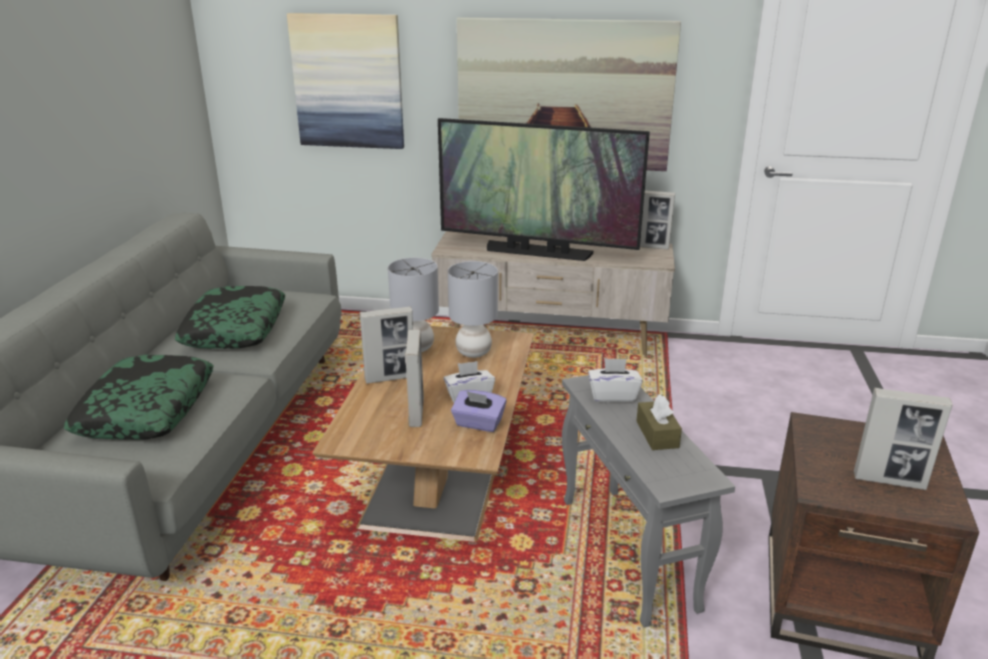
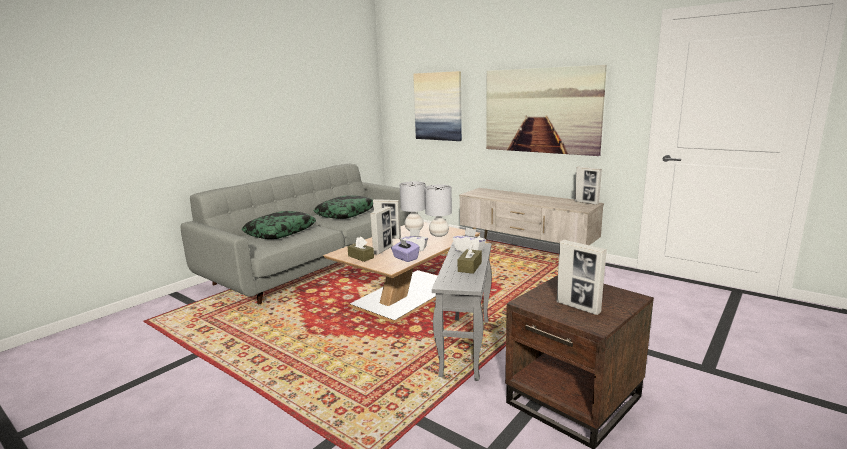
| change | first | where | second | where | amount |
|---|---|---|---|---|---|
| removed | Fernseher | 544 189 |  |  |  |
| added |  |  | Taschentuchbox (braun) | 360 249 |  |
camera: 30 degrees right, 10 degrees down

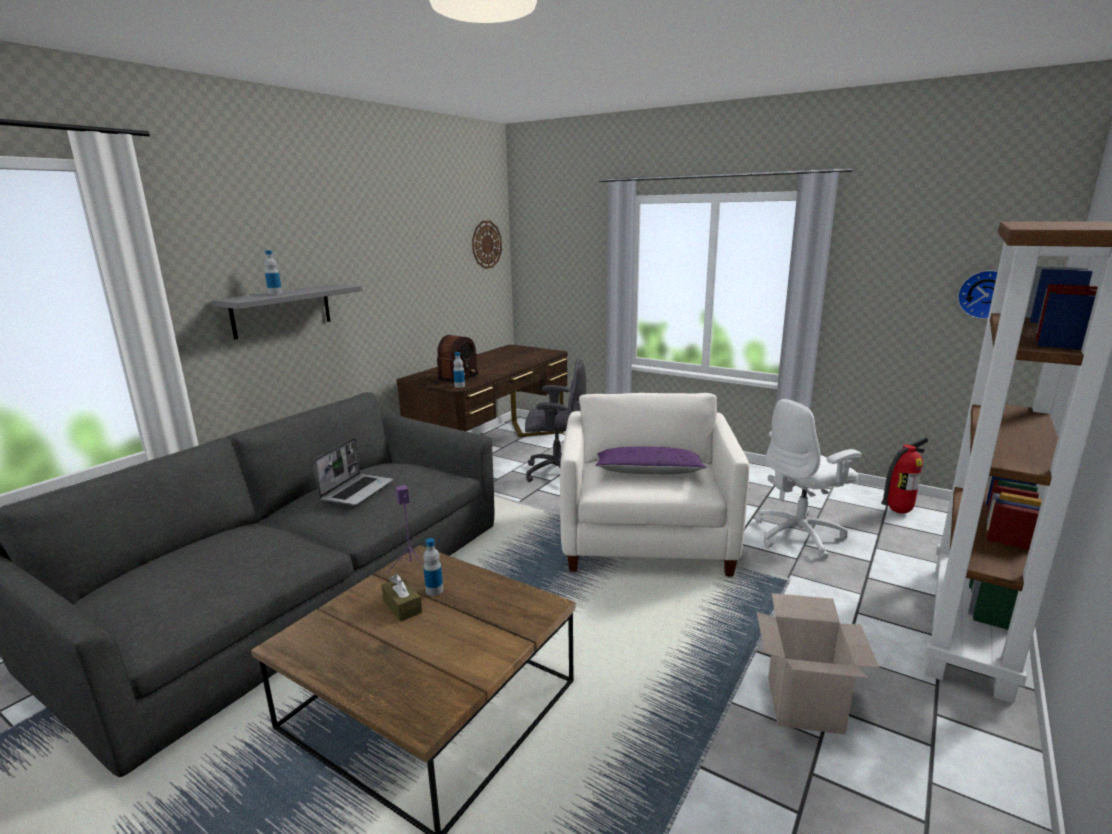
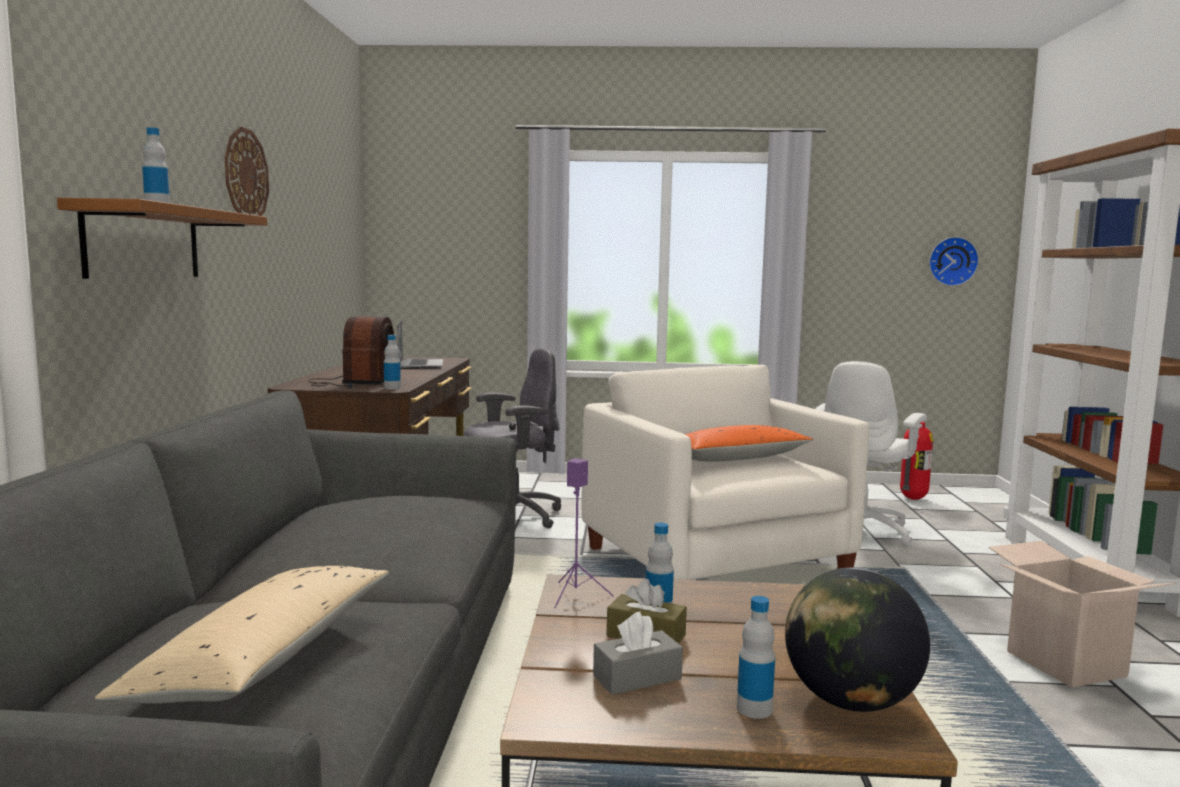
| change | first | where | second | where | amount |
|---|---|---|---|---|---|
| moved | Wanduhr | 487 245 |  | 247 171 |  |
| recoloured | Wandregal (grau) | 286 311 | Wandregal (braun) | 162 238 |  |
| moved | Laptop | 353 472 |  | 420 344 |  |
| recoloured | Kissen (lila) | 651 460 | Kissen (orange) | 749 443 |  |
| added |  |  | Kissen (beige) | 242 635 |  |
| added |  |  | Globus | 857 640 |  |
| added |  |  | Flasche | 756 657 |  |
| added |  |  | Taschentuchbox (grau) | 638 653 |  |
camera: 30 degrees left, 10 degrees down

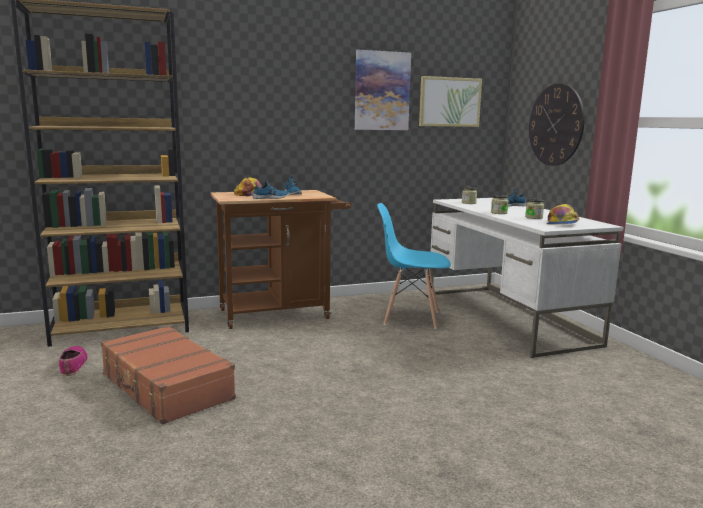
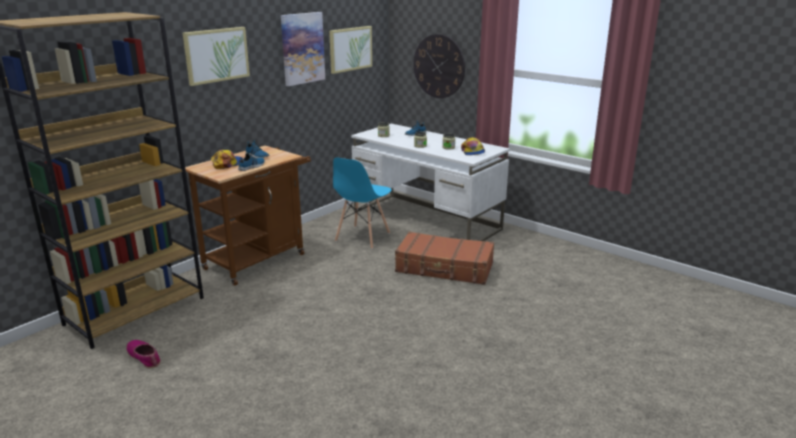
| change | first | where | second | where | amount |
|---|---|---|---|---|---|
| turned | Stuhl (blau) | 414 266 |  | 362 203 | 45 degrees counterclockwise |
| moved | Koffer (braun) | 168 375 |  | 444 258 |  |
| added |  |  | Bild | 216 56 |  |
camera: 30 degrees left, 10 degrees up

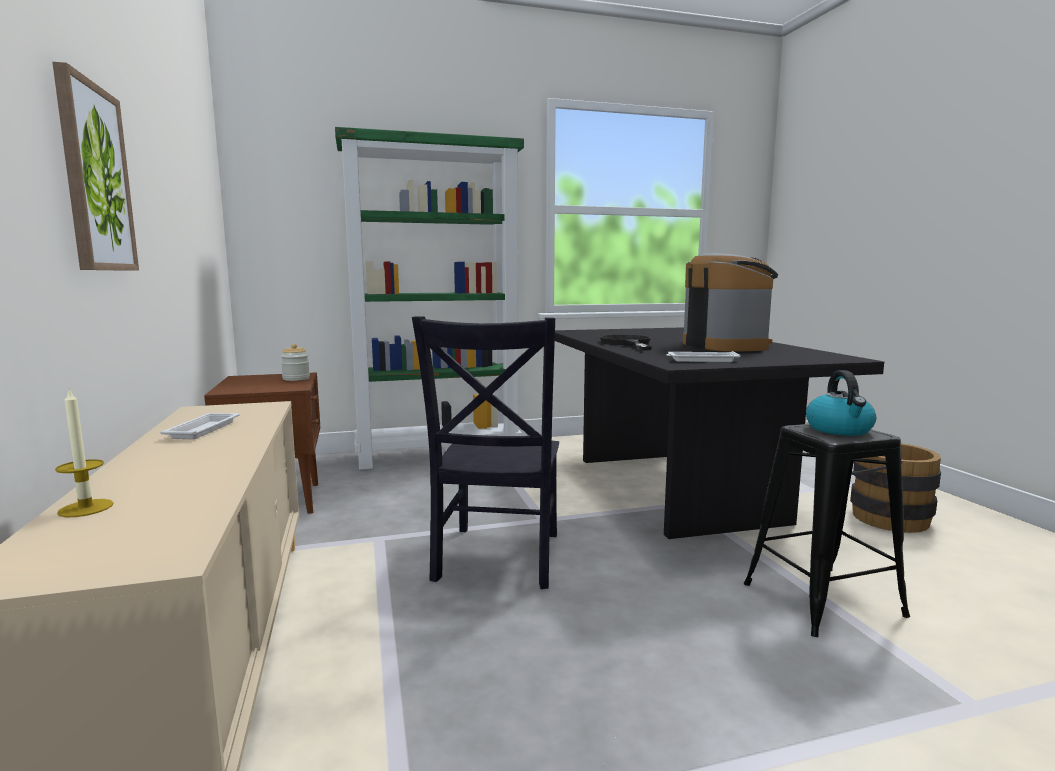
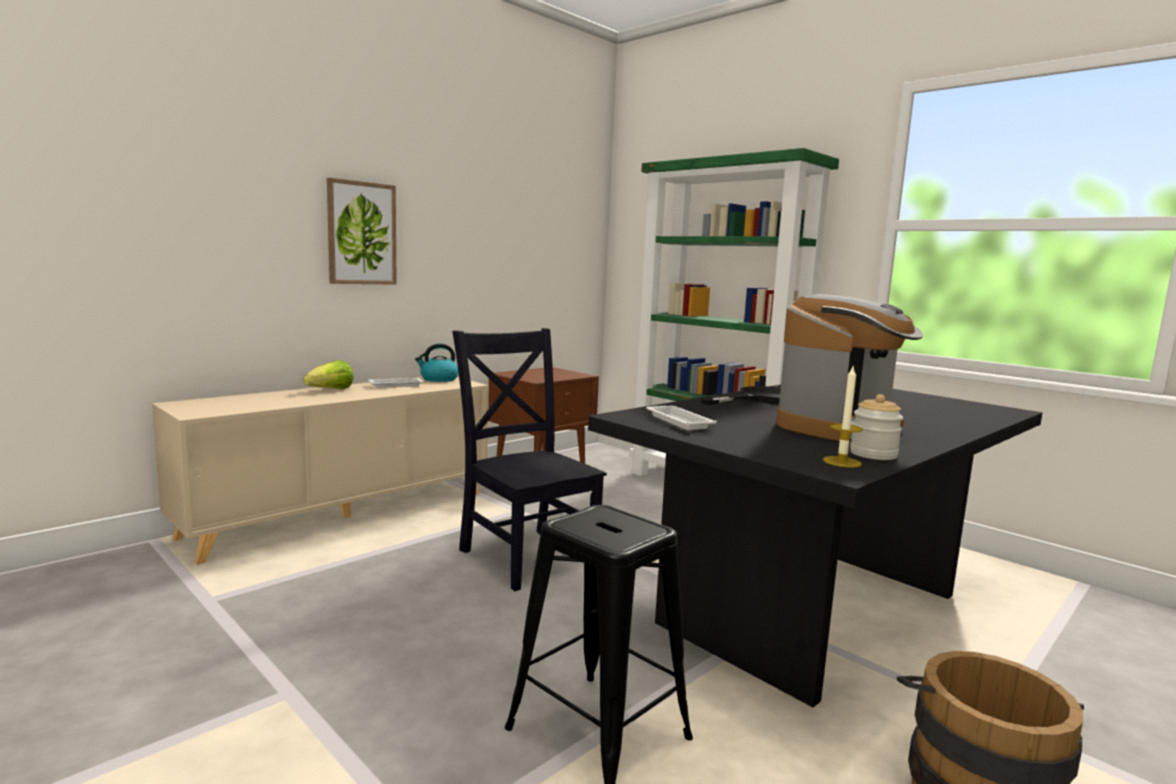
| change | first | where | second | where | amount |
|---|---|---|---|---|---|
| turned | Stuhl (schwarz) | 485 452 |  | 529 459 | 75 degrees clockwise |
| moved | Vorratsglas | 295 362 |  | 876 427 |  |
| moved | Wasserkessel | 841 403 |  | 437 362 |  |
| moved | Kerze | 84 452 |  | 843 417 |  |
| added |  |  | Salatkopf | 329 374 |  |
camera: 60 degrees right, 0 degrees up

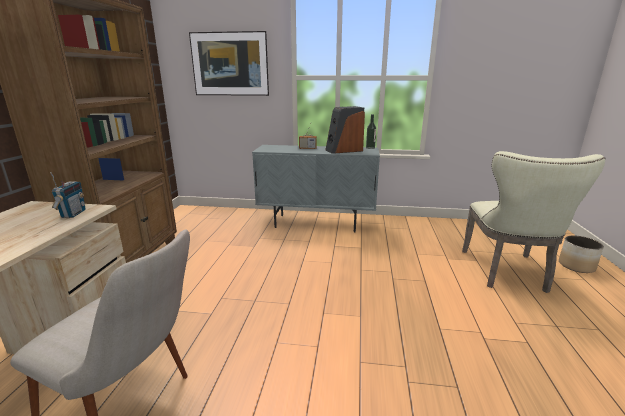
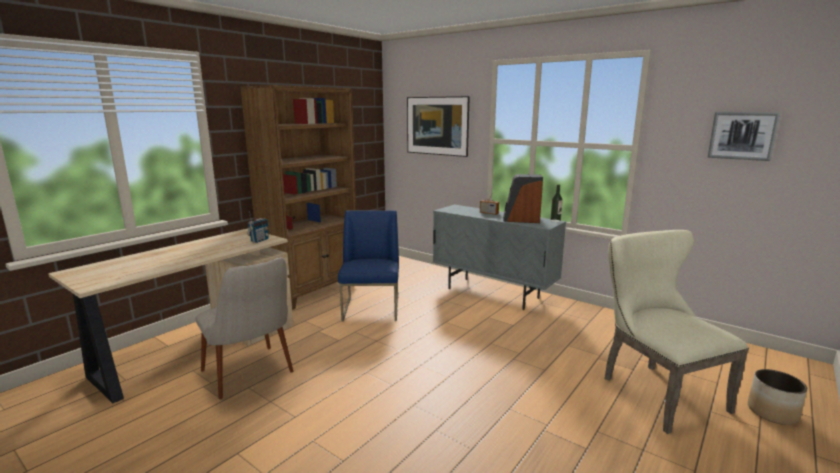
| change | first | where | second | where | amount |
|---|---|---|---|---|---|
| turned | Stuhl (beige) | 534 222 |  | 677 332 | 120 degrees clockwise |
| added |  |  | Bild | 744 136 |  |
| added |  |  | Stuhl (blau) | 368 265 |  |
camera: 30 degrees right, 5 degrees down

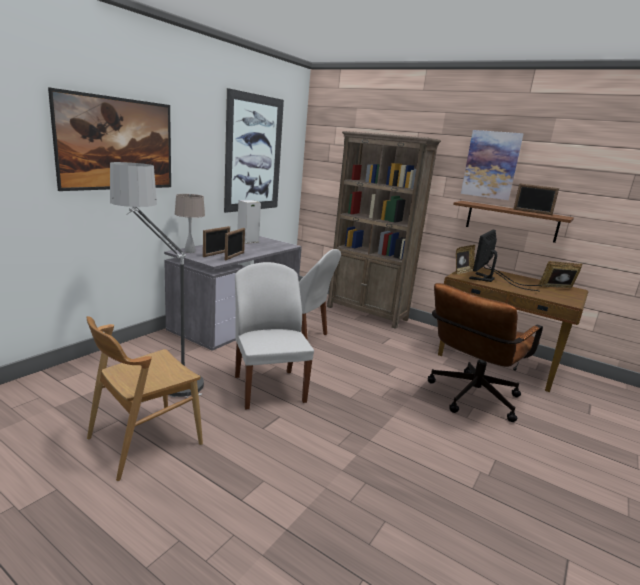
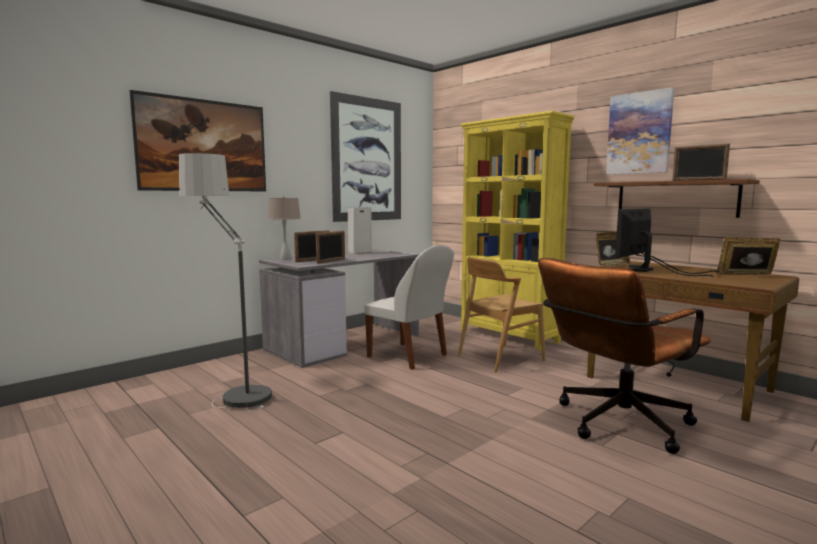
| change | first | where | second | where | amount |
|---|---|---|---|---|---|
| recoloured | Bücherregal (braun) | 384 230 | Bücherregal (gelb) | 517 230 |  |
| removed | Stuhl (weiß) | 274 336 |  |  |  |
| moved | Stuhl (braun) | 145 398 |  | 501 315 |  |
camera: 15 degrees right, 10 degrees down

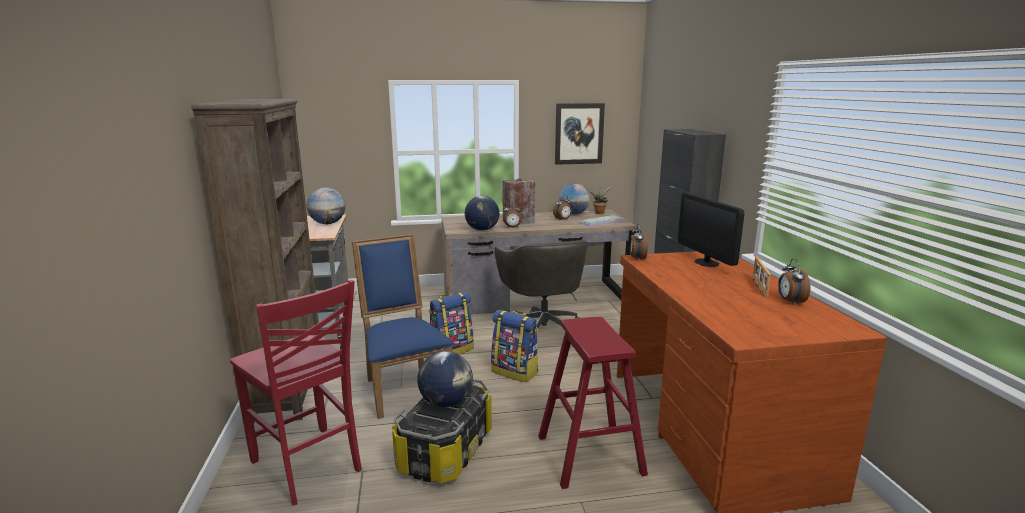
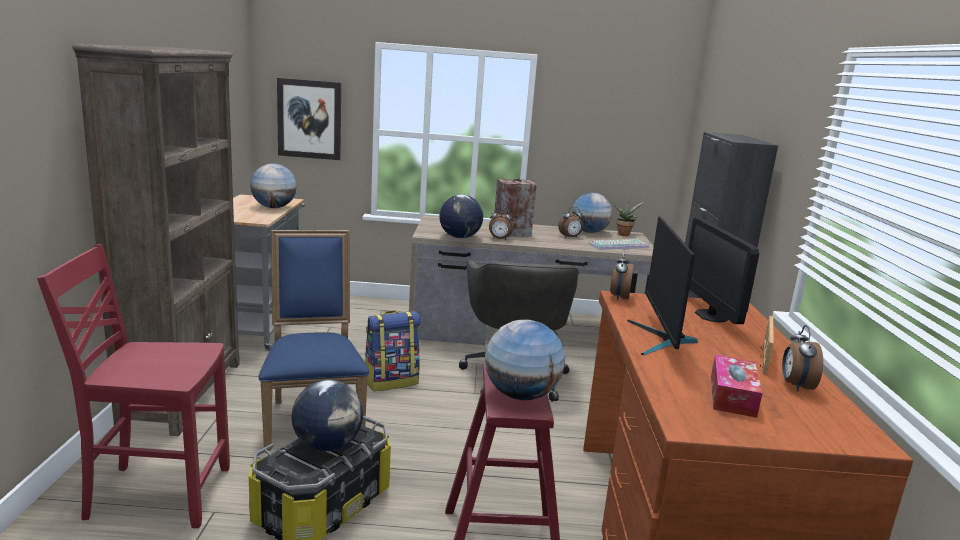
| change | first | where | second | where | amount |
|---|---|---|---|---|---|
| moved | Bild | 580 134 |  | 309 119 |  |
| turned | Stuhl (rot) | 296 392 |  | 133 386 | 120 degrees clockwise |
| removed | Rucksack | 514 346 |  |  |  |
| added |  |  | Monitor | 662 285 |  |
| added |  |  | Globus | 525 360 |  |
| added |  |  | Taschentuchbox | 736 386 |  |
camera: 10 degrees right, 0 degrees up

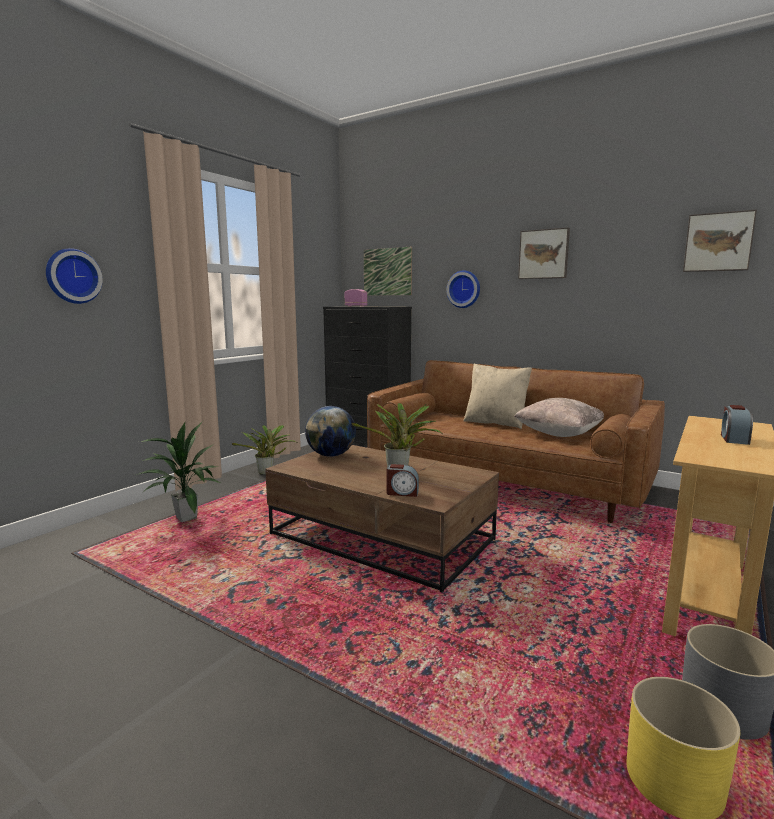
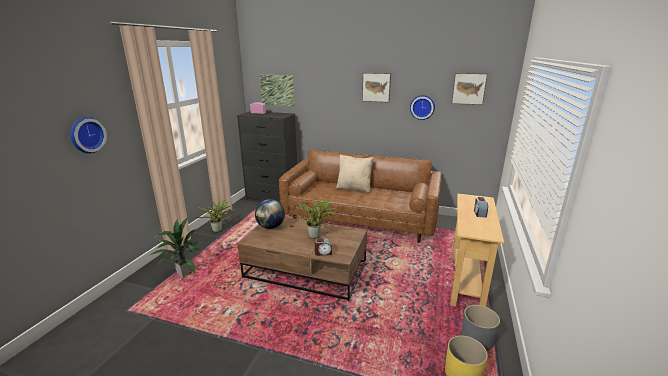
| change | first | where | second | where | amount |
|---|---|---|---|---|---|
| moved | Wanduhr | 463 289 |  | 422 107 |  |
| removed | Kissen (beige) | 559 417 |  |  |  |
camera: 15 degrees left, 10 degrees up

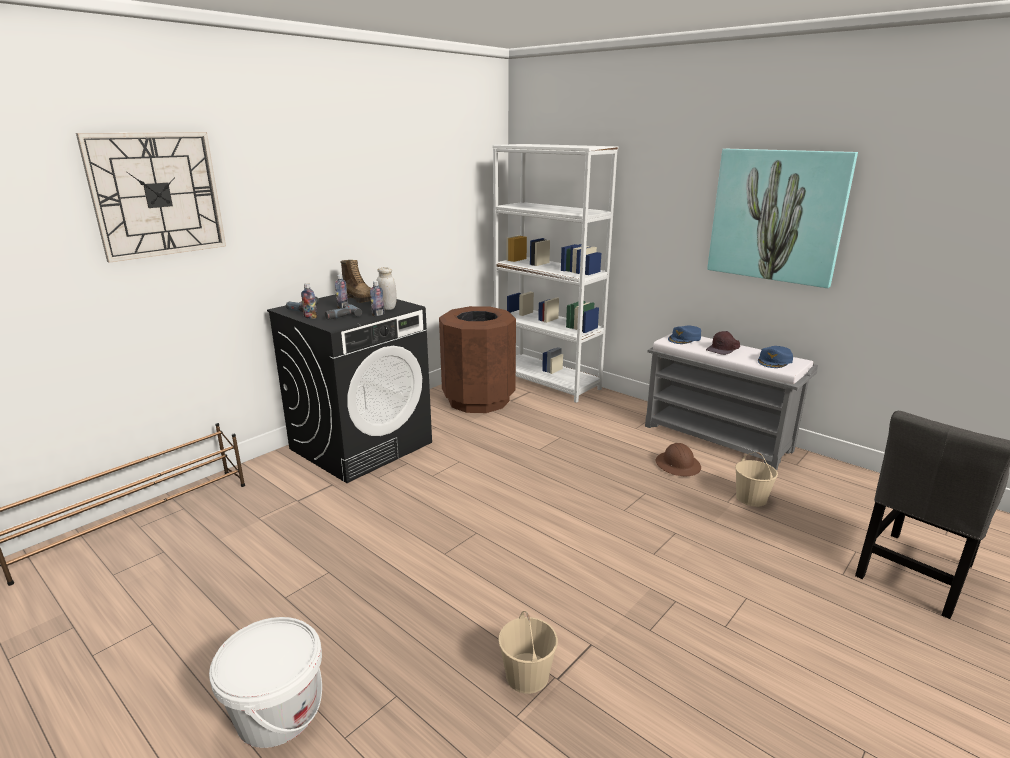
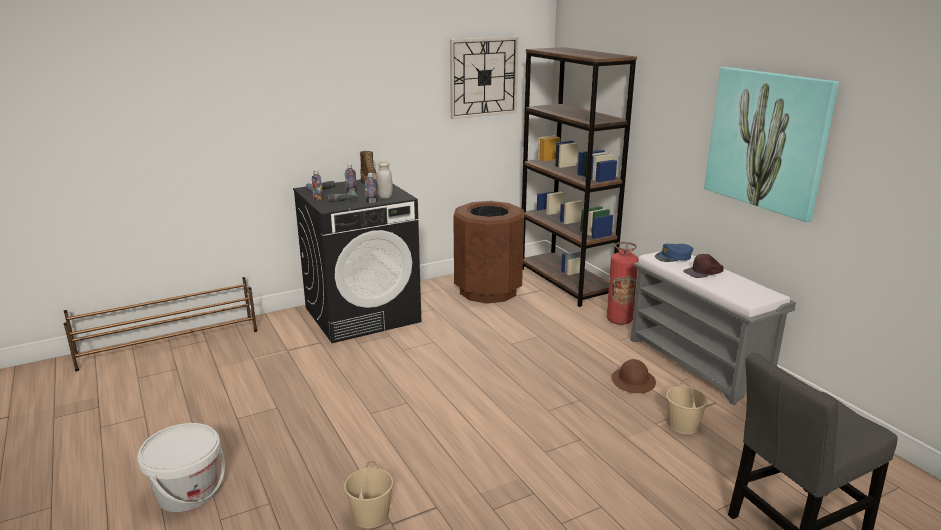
| change | first | where | second | where | amount |
|---|---|---|---|---|---|
| moved | Wanduhr | 151 197 |  | 484 78 |  |
| recoloured | Bücherregal (weiß) | 555 273 | Bücherregal (braun) | 579 177 |  |
| removed | Kappe (blau) | 775 357 |  |  |  |
| added |  |  | Feuerlöscher | 622 283 |  |
camera: 20 degrees right, 0 degrees up

